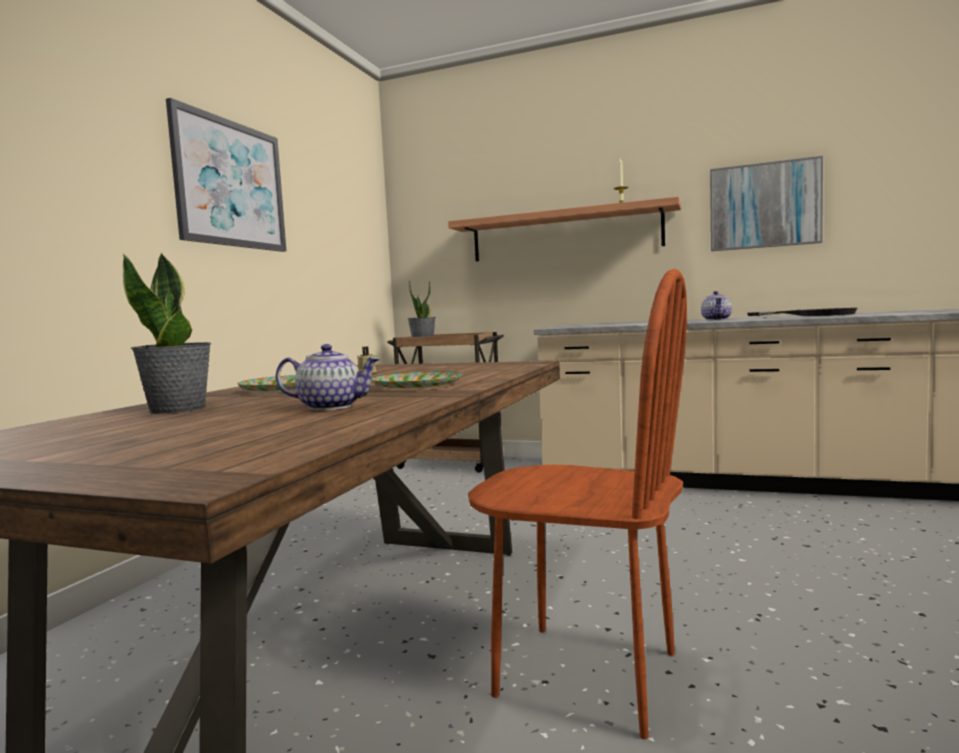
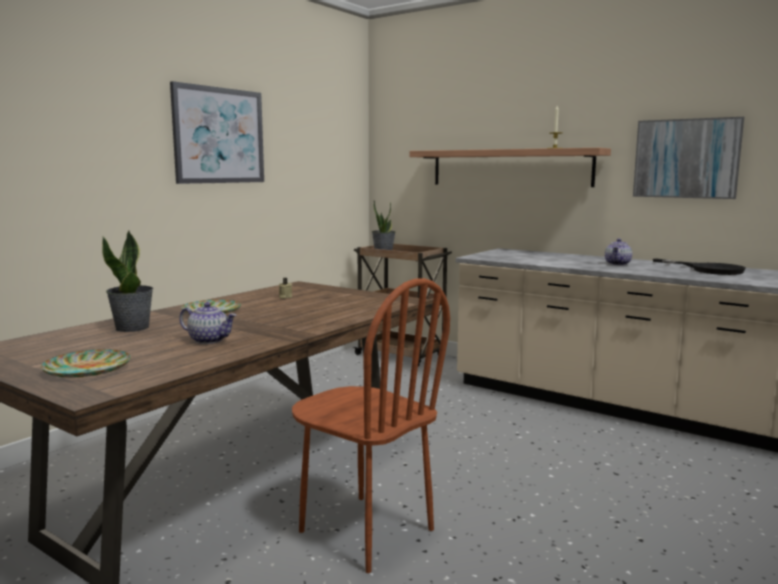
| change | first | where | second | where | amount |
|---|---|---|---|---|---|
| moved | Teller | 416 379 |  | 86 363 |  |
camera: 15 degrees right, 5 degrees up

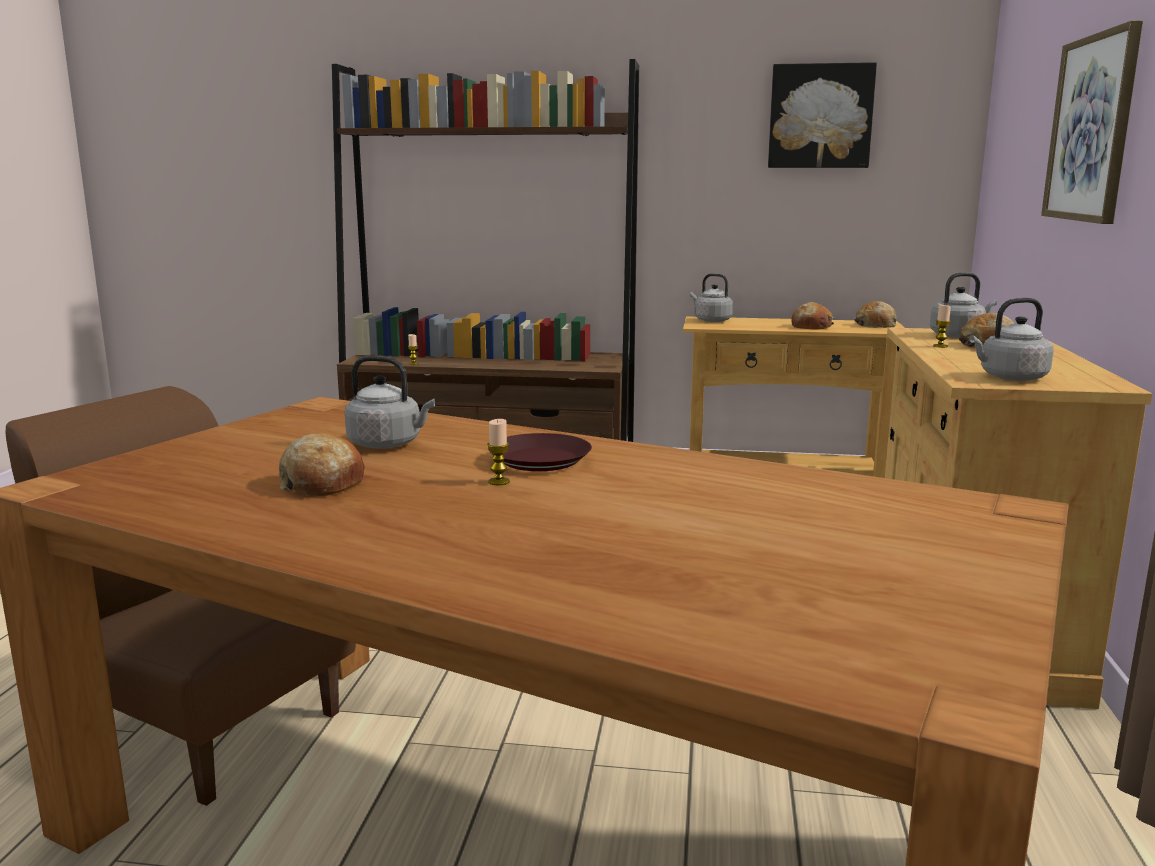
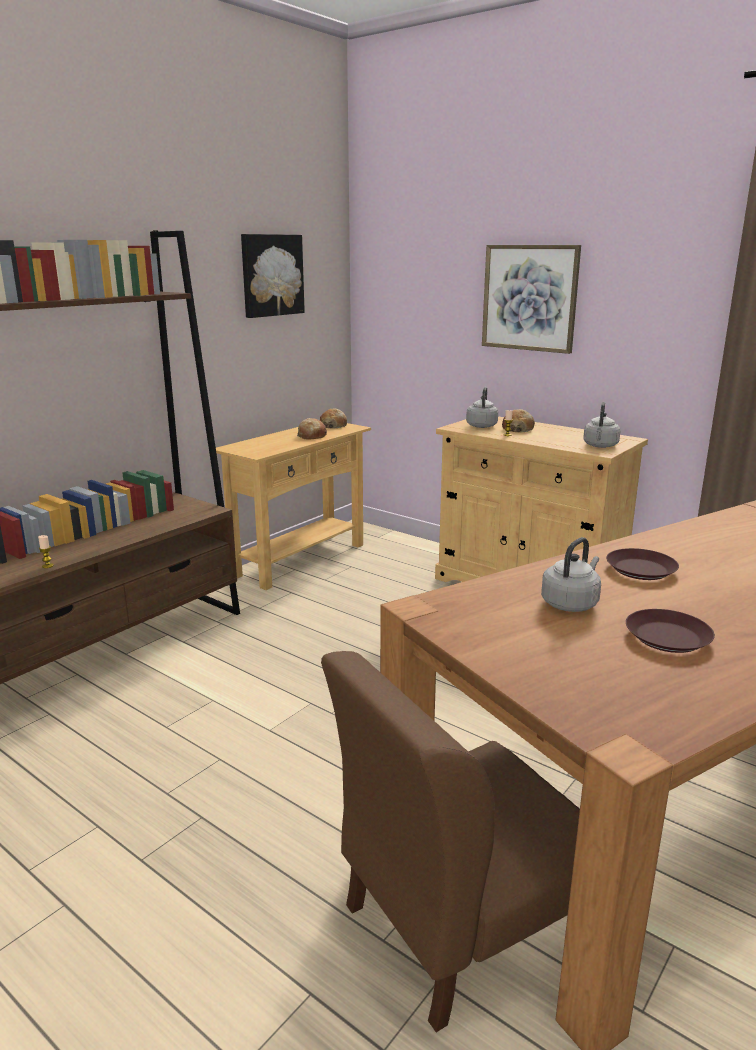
| change | first | where | second | where | amount |
|---|---|---|---|---|---|
| removed | Wasserkessel (grau) | 711 297 |  |  |  |
| removed | Kerze | 498 452 |  |  |  |
| replaced | Brot | 322 465 | Teller (braun) | 670 631 |  |
camera: 60 degrees left, 5 degrees up

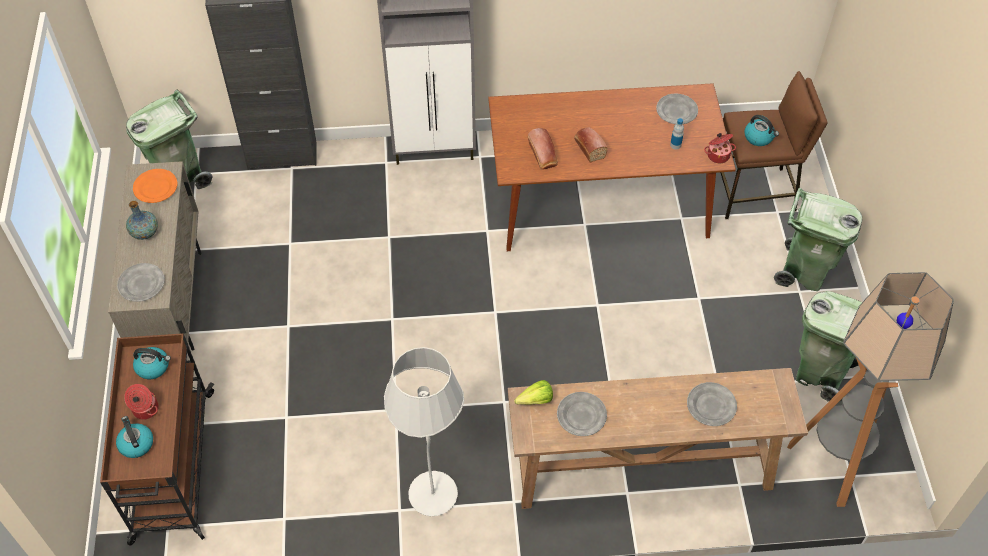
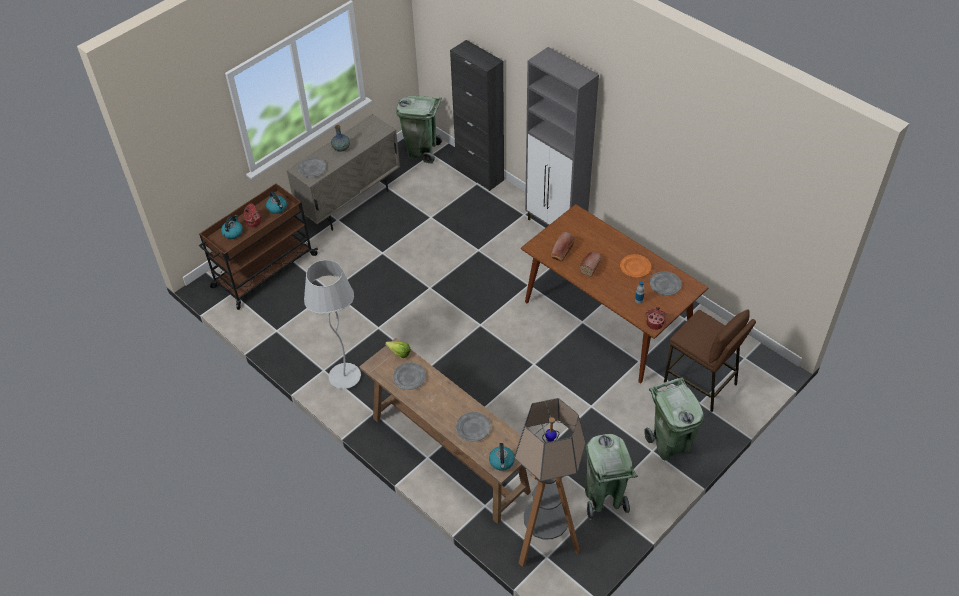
| change | first | where | second | where | amount |
|---|---|---|---|---|---|
| moved | Wasserkessel | 761 130 |  | 502 457 |  |
| moved | Teller (orange) | 155 186 |  | 635 266 |  |
camera: 50 degrees right, 5 degrees down

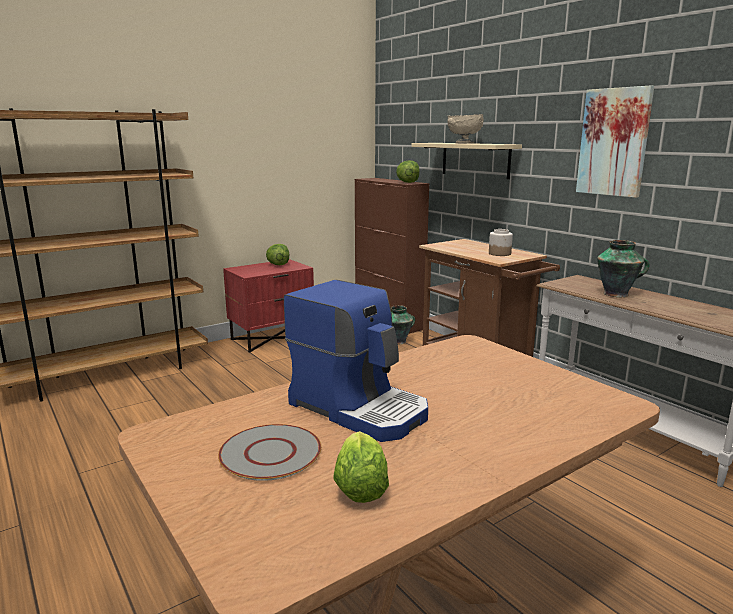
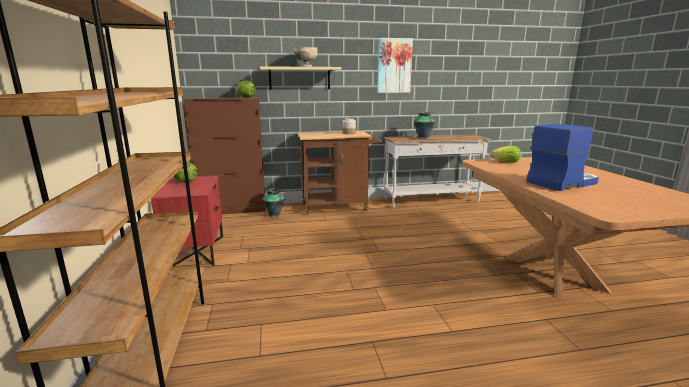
| change | first | where | second | where | amount |
|---|---|---|---|---|---|
| removed | Teller (grau) | 269 452 |  |  |  |
| moved | Salatkopf | 361 467 |  | 506 154 |  |
camera: 65 degrees left, 0 degrees up

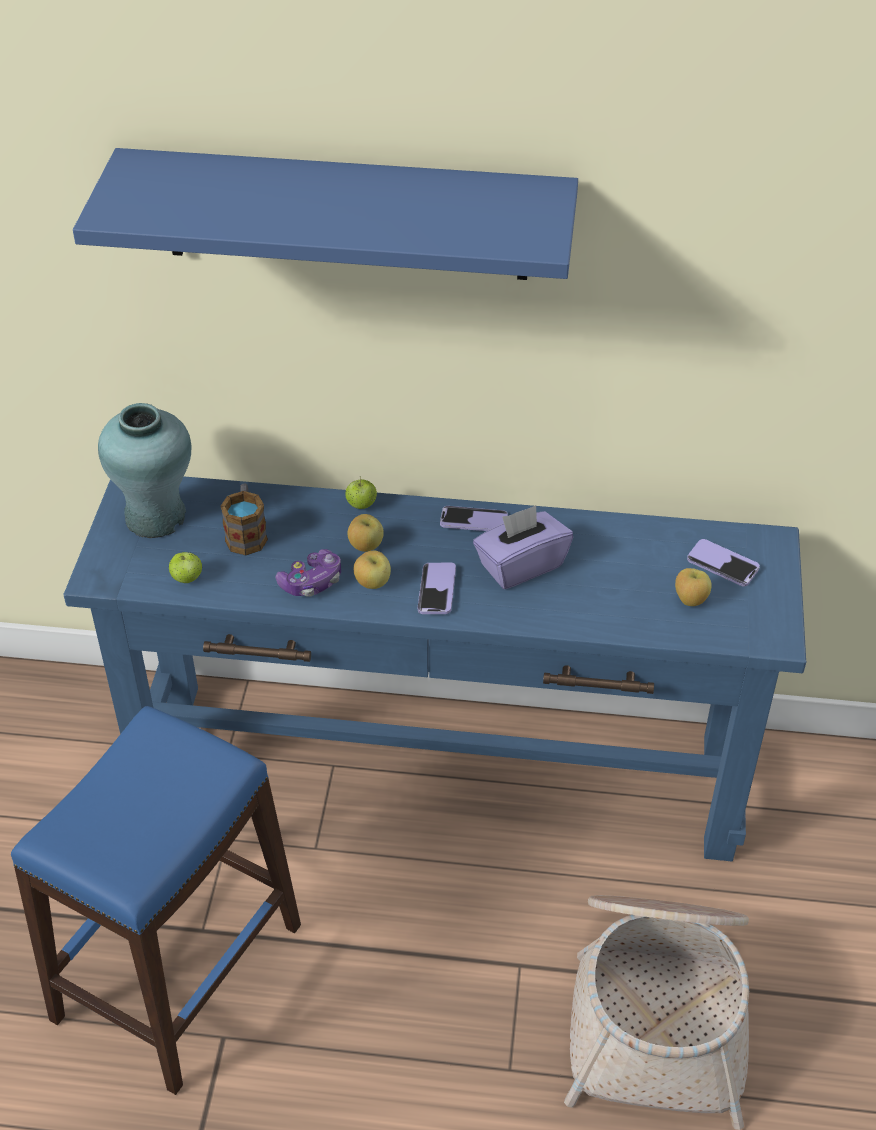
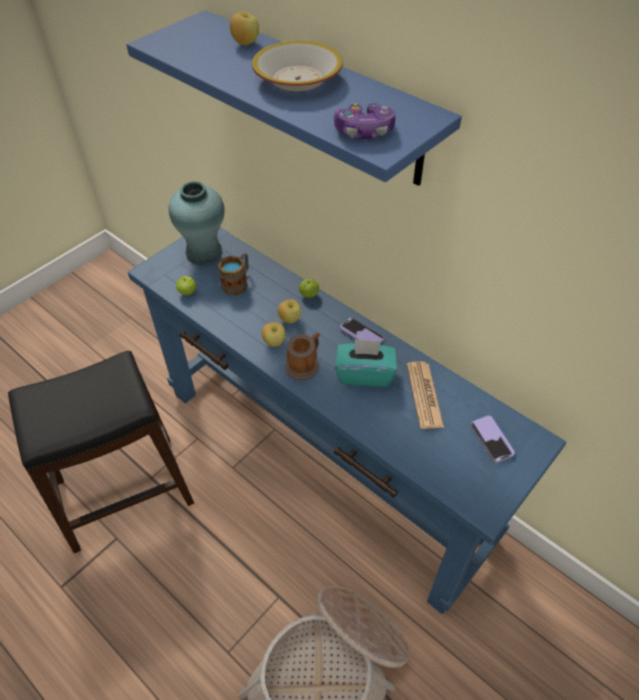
| change | first | where | second | where | amount |
|---|---|---|---|---|---|
| recoloured | Taschentuchbox (lila) | 523 547 | Taschentuchbox (türkis) | 366 363 |  |
| moved | Gamepad | 308 573 |  | 364 121 |  |
| replaced | Handy | 436 588 | Henkelbecher | 302 356 |  |
| moved | Apfel | 693 587 |  | 244 28 |  |
| recoloured | Hocker (blau) | 156 900 | Hocker (schwarz) | 101 452 |  |
| added |  |  | Schüssel | 297 66 |  |
| added |  |  | Zeitung | 425 395 |  |
camera: 35 degrees right, 5 degrees up

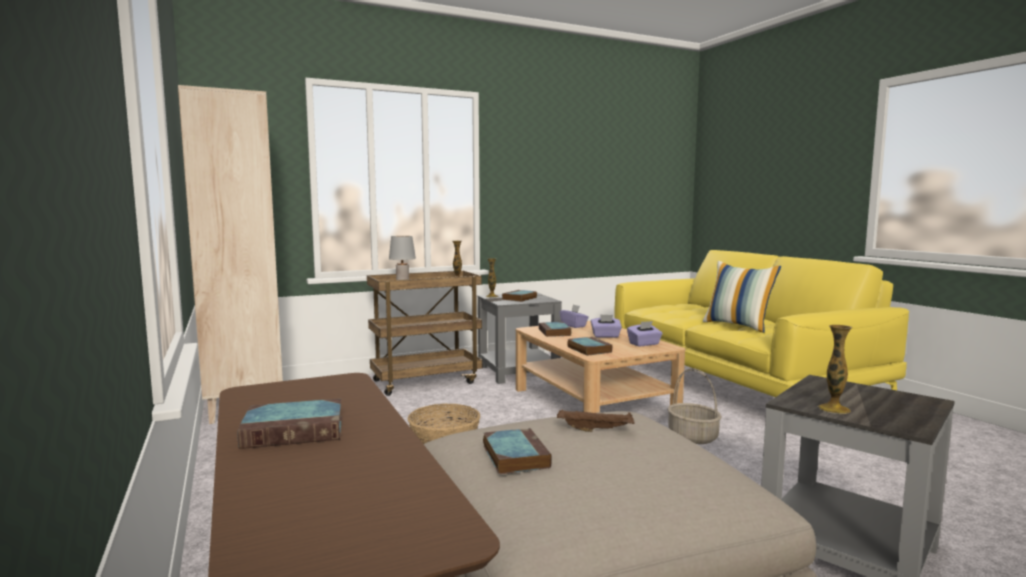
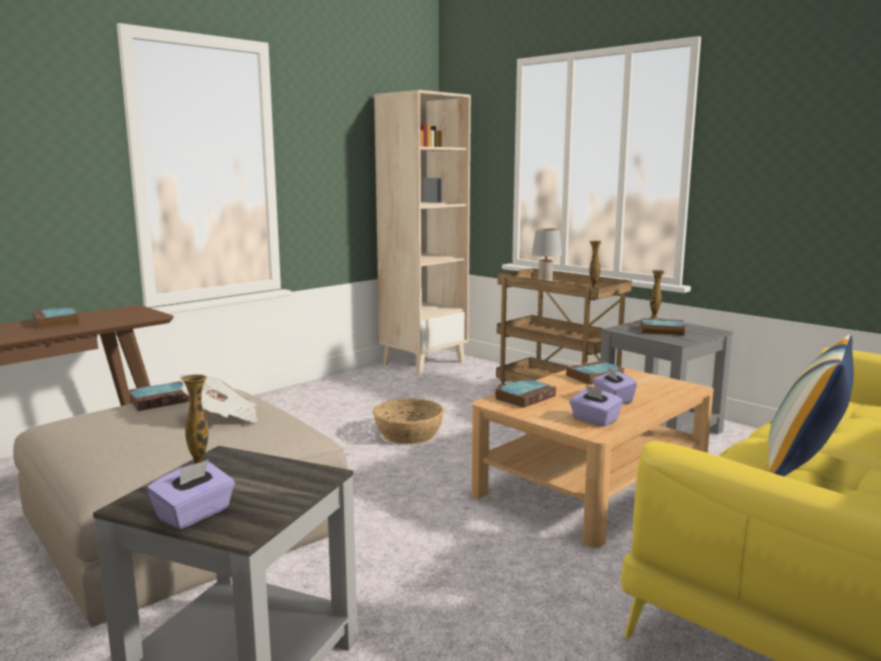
| change | first | where | second | where | amount |
|---|---|---|---|---|---|
| moved | Taschentuchbox (lila) | 574 316 |  | 191 494 |  |
| removed | Korb | 694 406 |  |  |  |
| replaced | Tablett (braun) | 596 421 | Zeitung | 218 398 |  |
camera: 70 degrees right, 5 degrees up

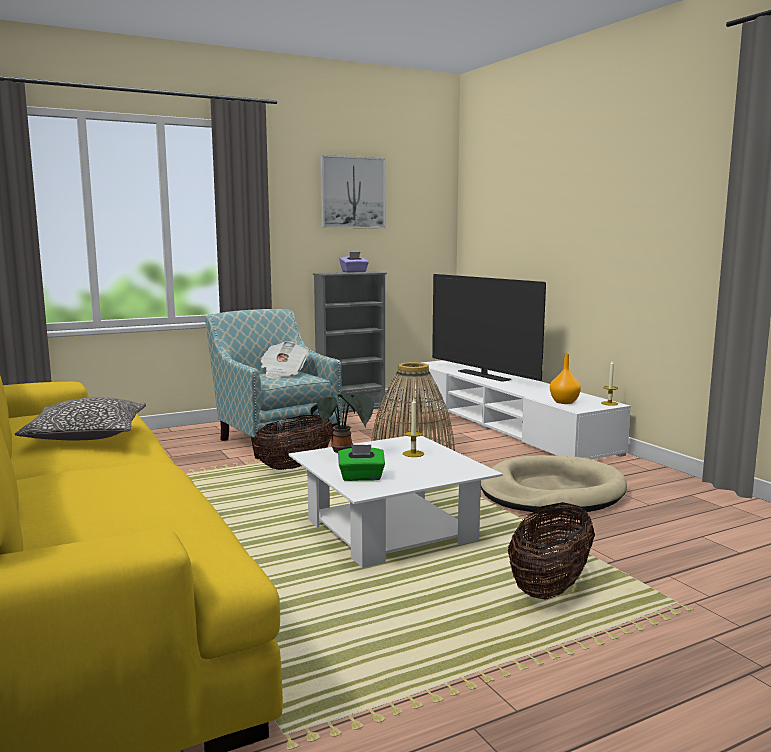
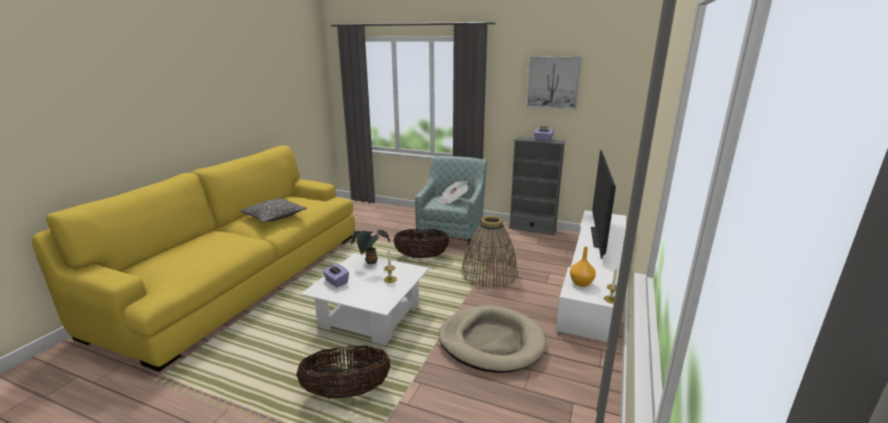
| change | first | where | second | where | amount |
|---|---|---|---|---|---|
| recoloured | Taschentuchbox (grün) | 361 462 | Taschentuchbox (lila) | 336 275 |  |
camera: 50 degrees right, 10 degrees up

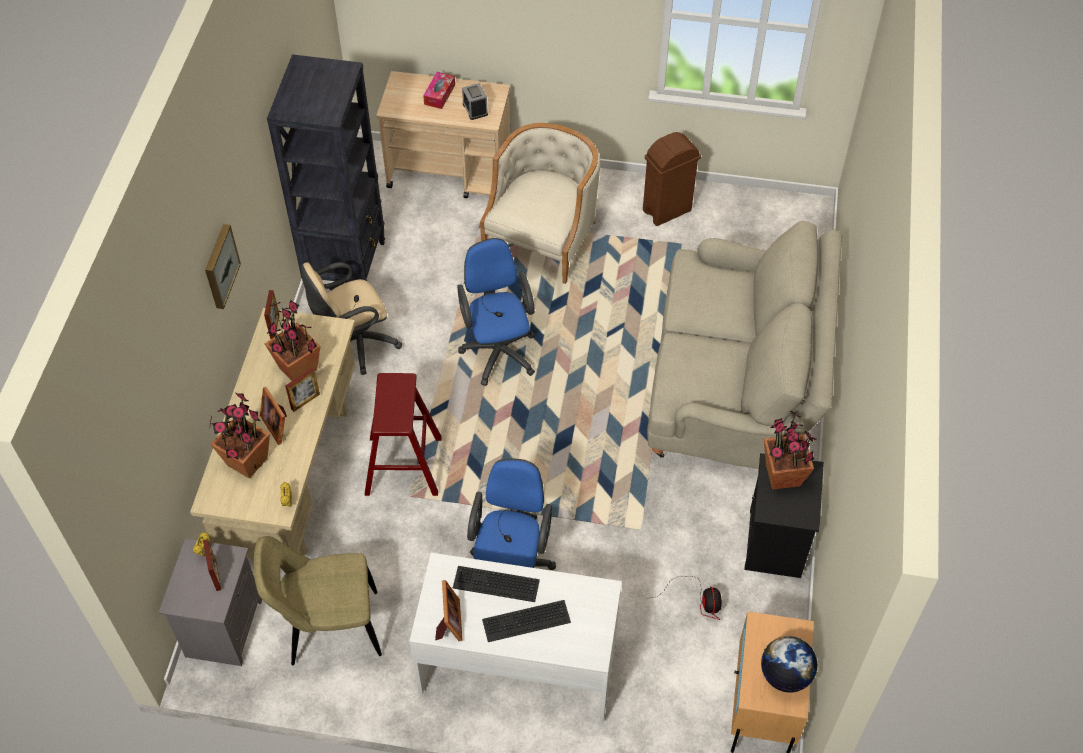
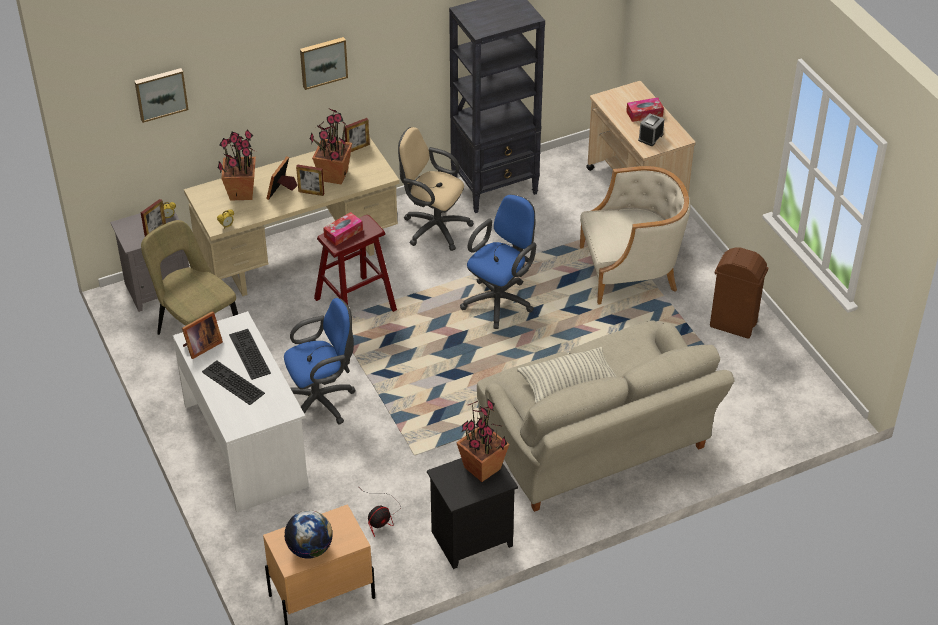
| change | first | where | second | where | amount |
|---|---|---|---|---|---|
| added |  |  | Bild | 162 95 |  |
| added |  |  | Taschentuchbox | 343 229 |  |
| added |  |  | Kissen | 567 375 |  |
camera: 55 degrees right, 10 degrees down

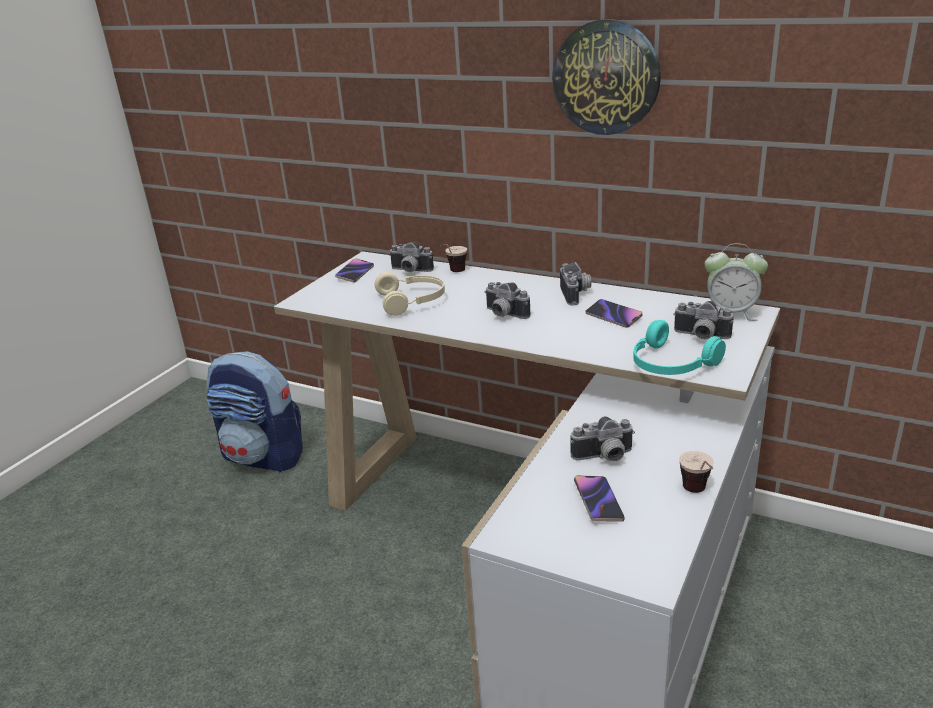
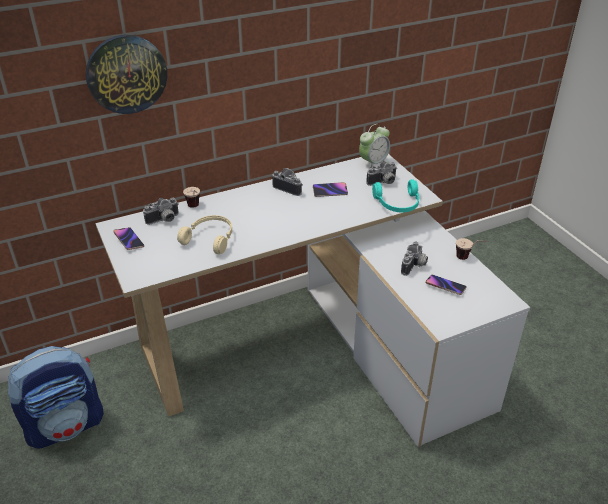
| change | first | where | second | where | amount |
|---|---|---|---|---|---|
| moved | Wanduhr | 606 77 |  | 126 74 |  |
| removed | Kamera | 507 300 |  |  |  |
camera: 55 degrees left, 10 degrees up

